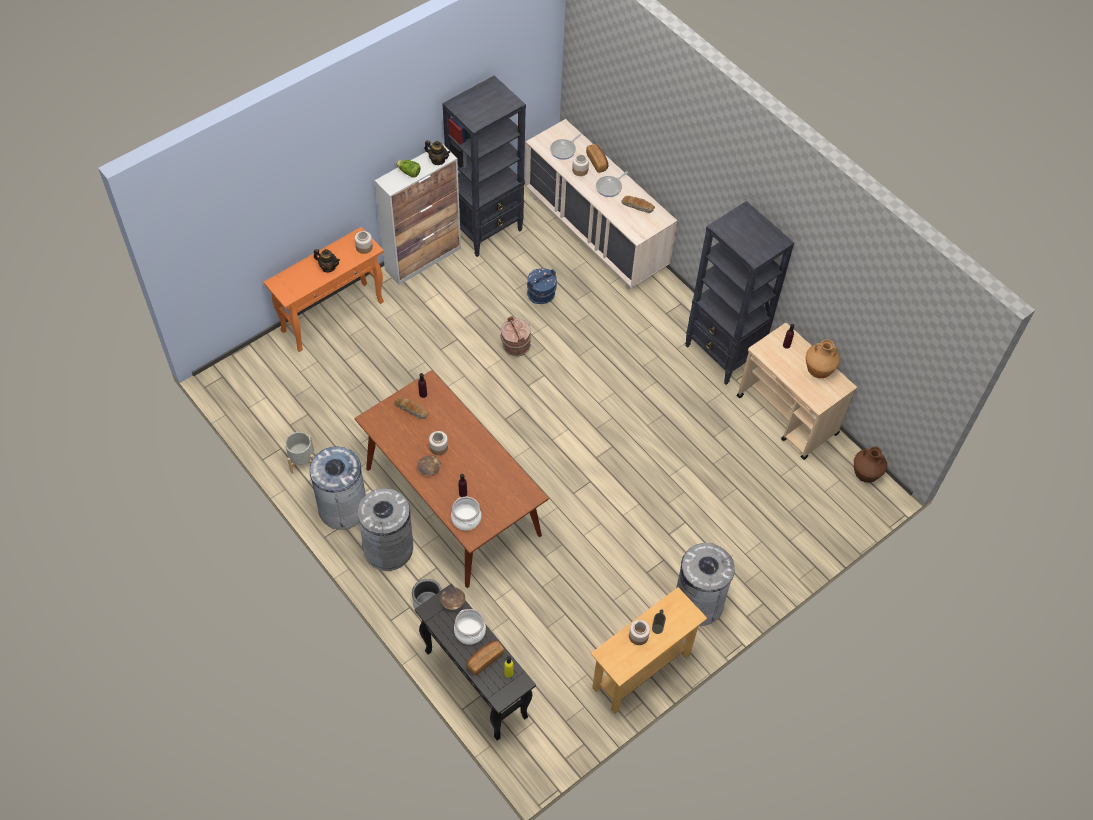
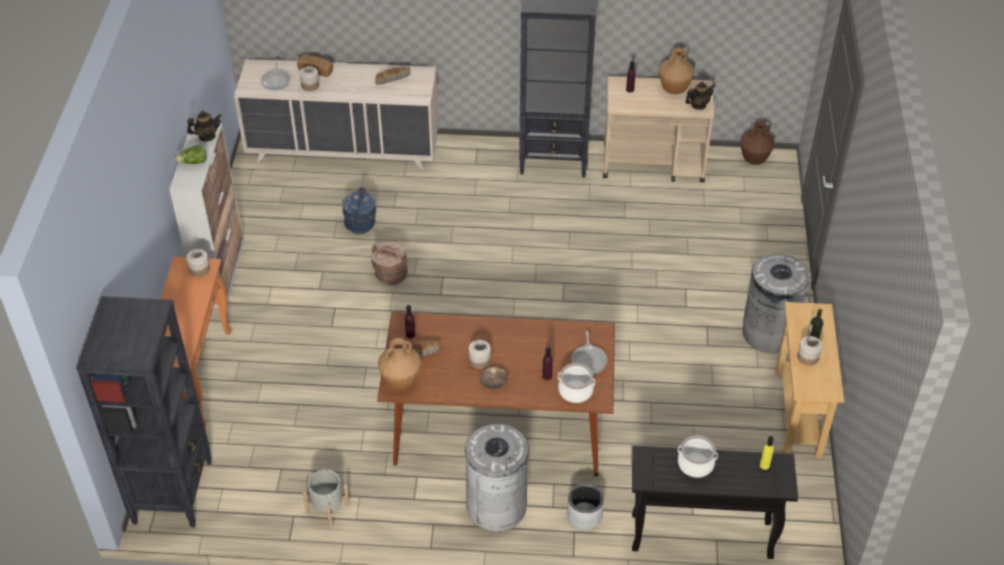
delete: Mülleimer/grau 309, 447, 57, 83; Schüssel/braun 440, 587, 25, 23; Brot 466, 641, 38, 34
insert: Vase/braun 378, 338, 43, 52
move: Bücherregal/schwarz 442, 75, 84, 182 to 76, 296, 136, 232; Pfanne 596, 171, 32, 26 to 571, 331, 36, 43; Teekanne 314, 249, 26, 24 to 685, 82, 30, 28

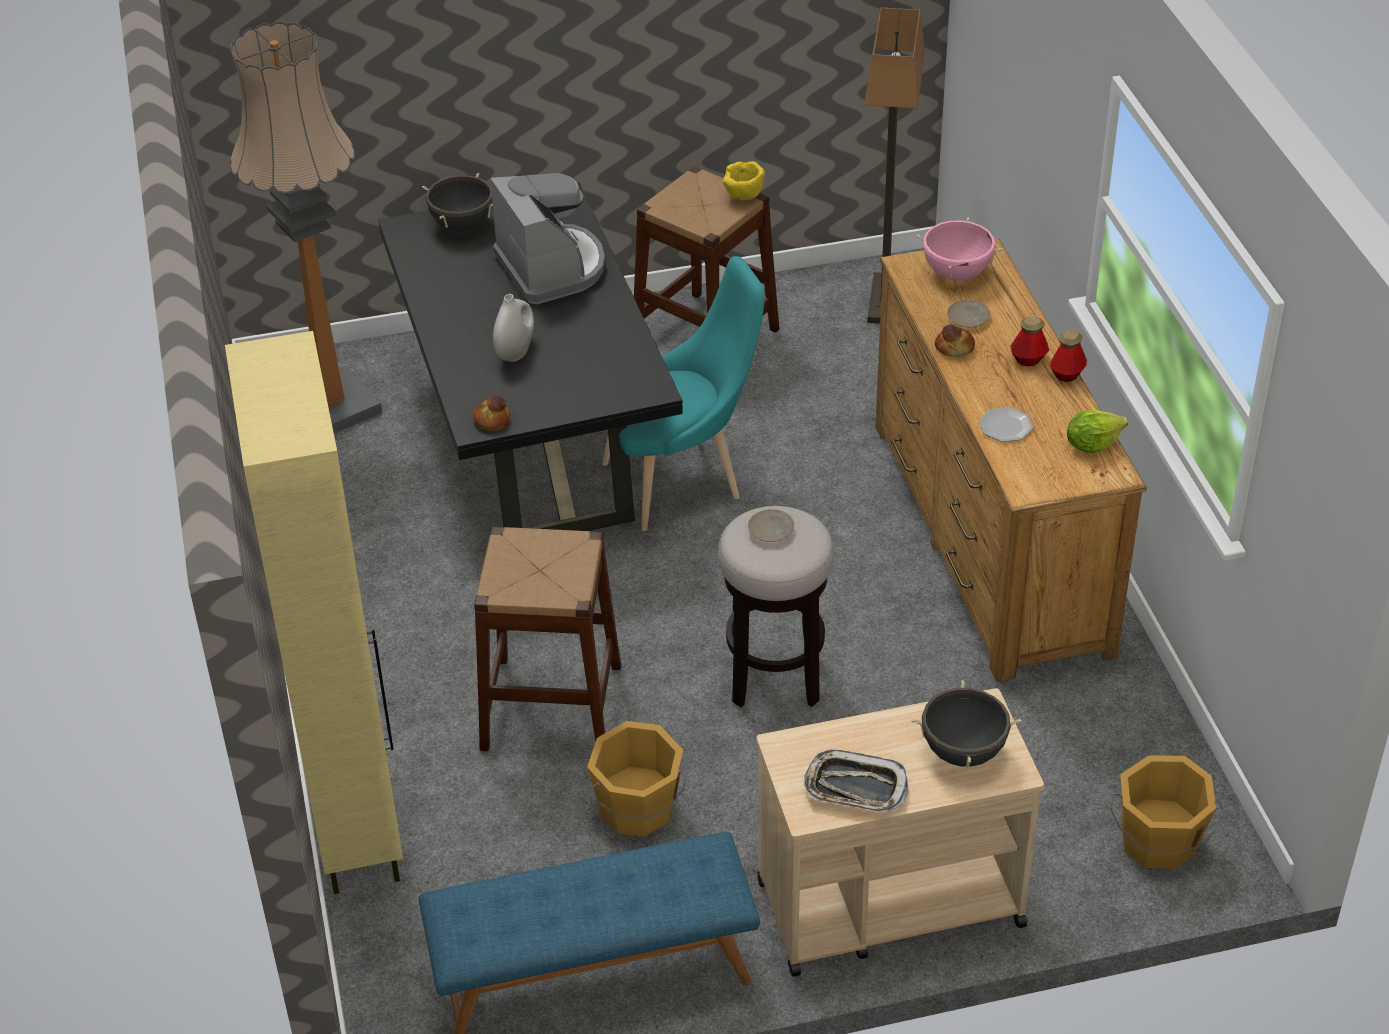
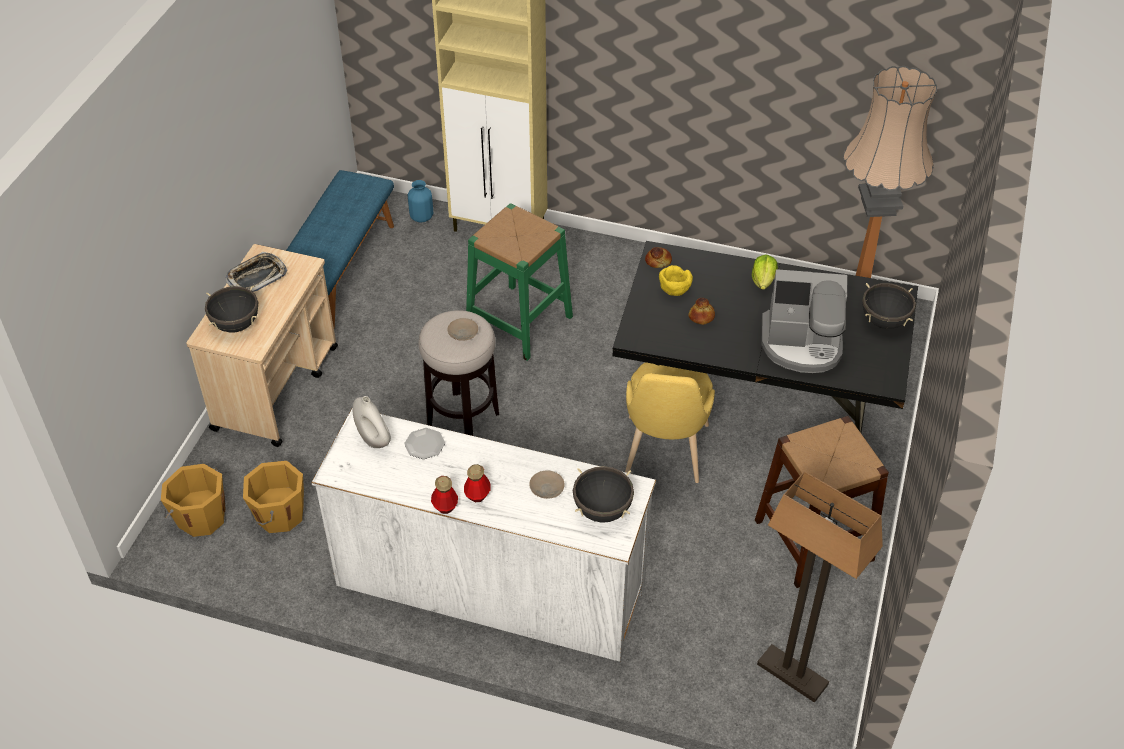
insert: Vase/blau 408, 180, 25, 43
move: Schüssel/gelb 723, 161, 42, 39 to 659, 265, 34, 31; Vase/weiß 493, 294, 41, 68 to 353, 396, 38, 52; Brot 935, 325, 40, 32 to 688, 298, 27, 27; Salatkopf 1067, 410, 61, 43 to 752, 254, 26, 36; Eimer/orange 587, 721, 100, 116 to 243, 461, 61, 72
recolor: Kochtopf/rosa 915, 217, 88, 64 to Kochtopf/schwarz 573, 466, 61, 57; Kommode/braun 875, 238, 272, 444 to Kommode/weiß 311, 407, 345, 255; Stuhl/türkis 602, 256, 163, 275 to Stuhl/gelb 625, 362, 90, 121; Hocker/braun 474, 527, 147, 224 to Hocker/grün 466, 203, 107, 158

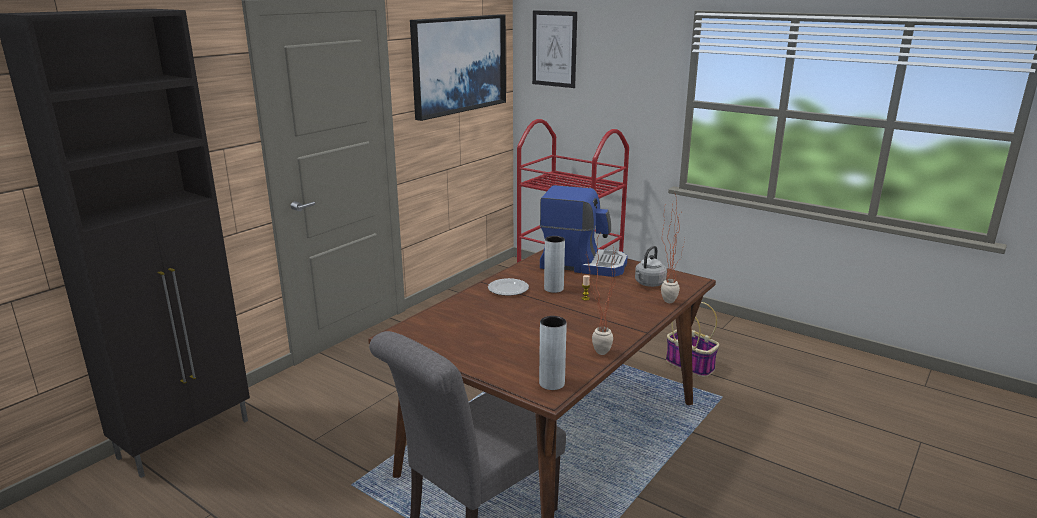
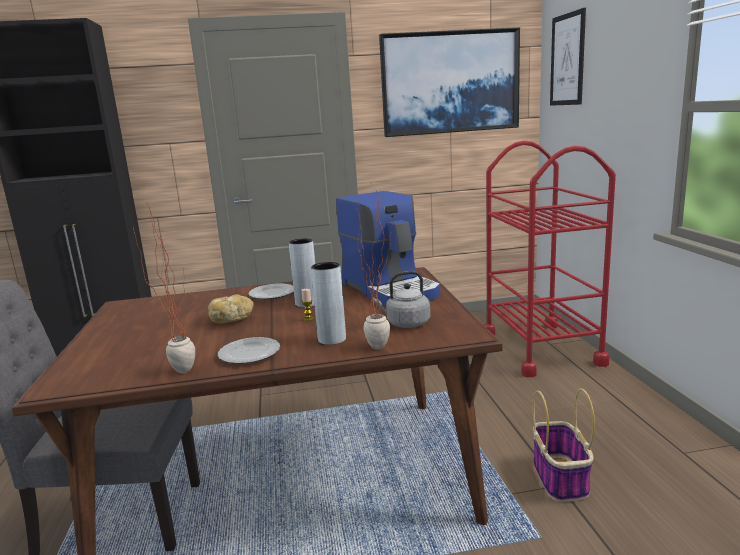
insert: Brot 208, 295, 46, 28; Teller 218, 337, 62, 27
move: Vase/grau 539, 316, 28, 74 to 311, 262, 35, 83

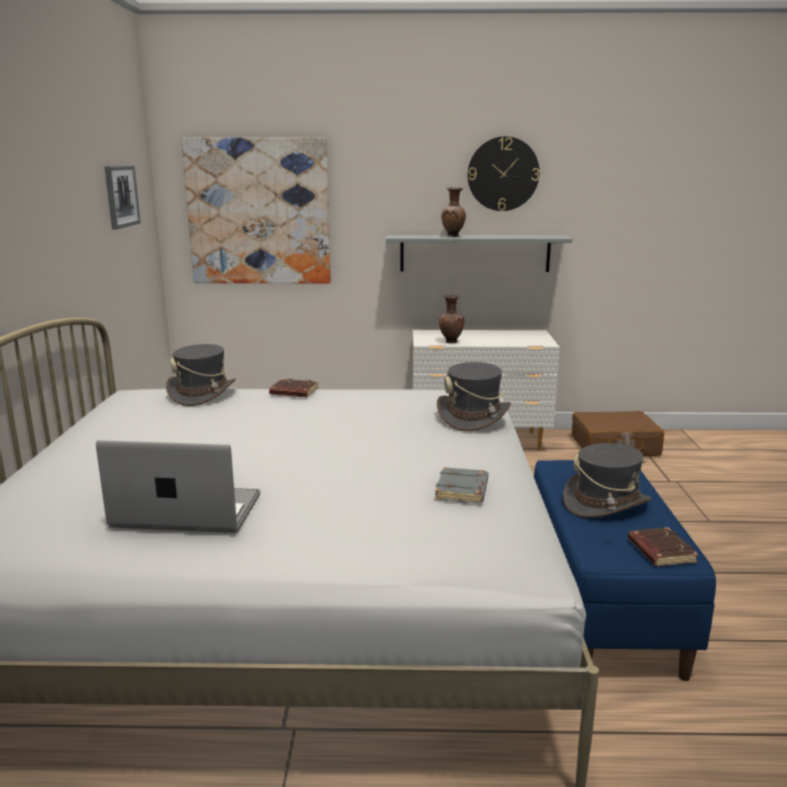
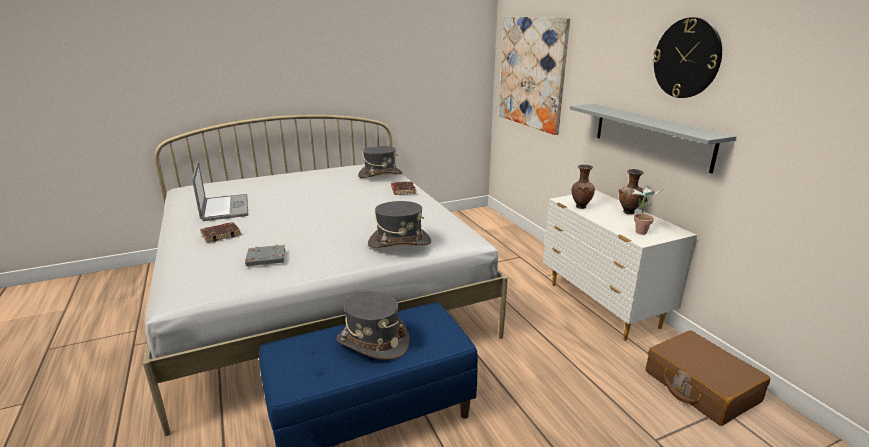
delete: Bild 105, 165, 36, 64
insert: Topfpflanze 632, 185, 31, 50
move: Vase/braun 441, 187, 25, 50 to 619, 169, 25, 45; Buch/braun 628, 527, 70, 39 to 200, 222, 41, 21

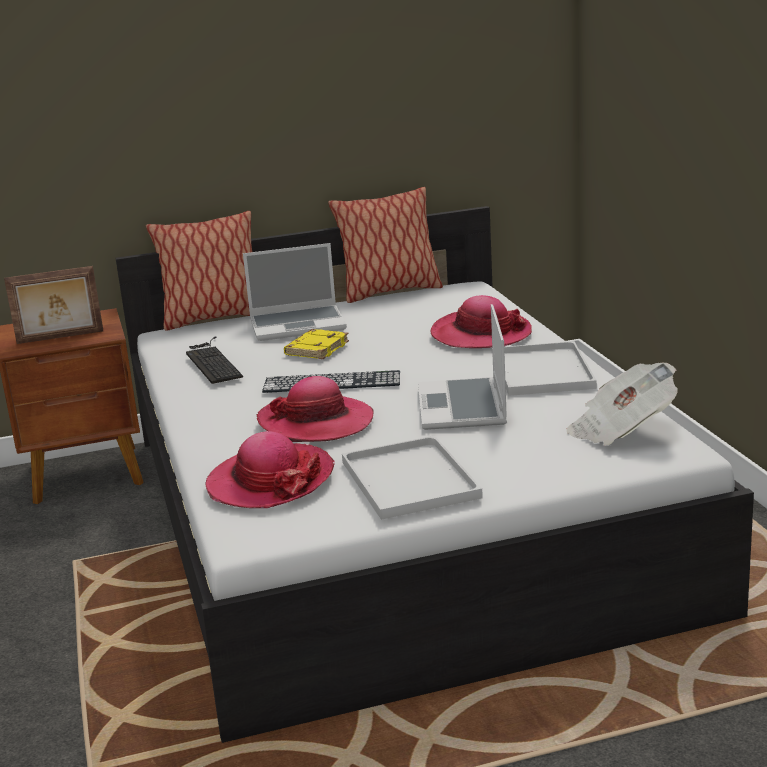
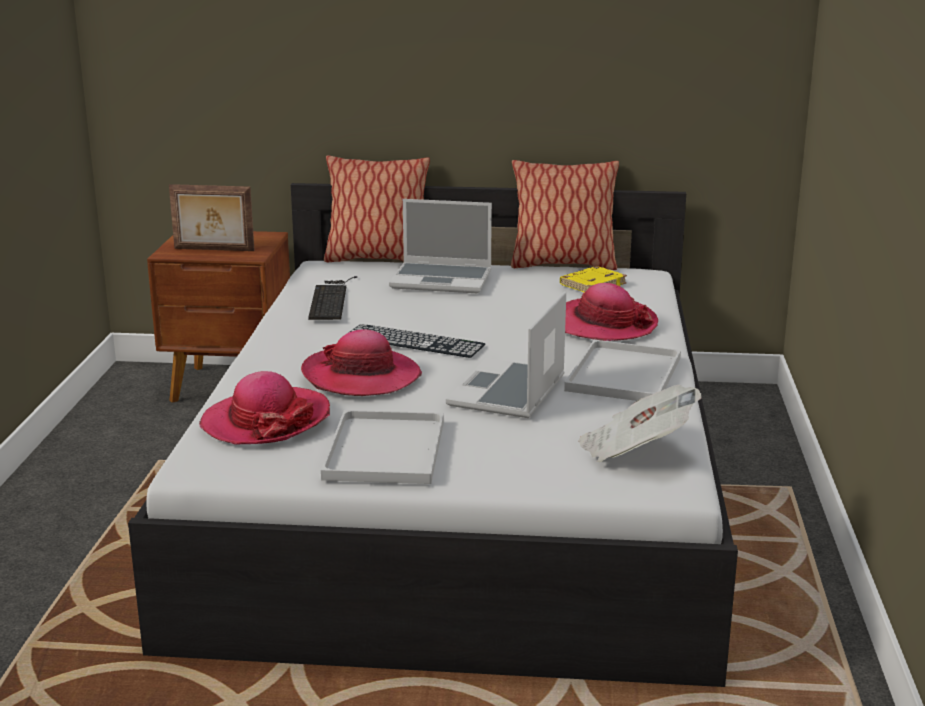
move: Buch/gelb 284, 329, 65, 30 to 560, 266, 67, 27

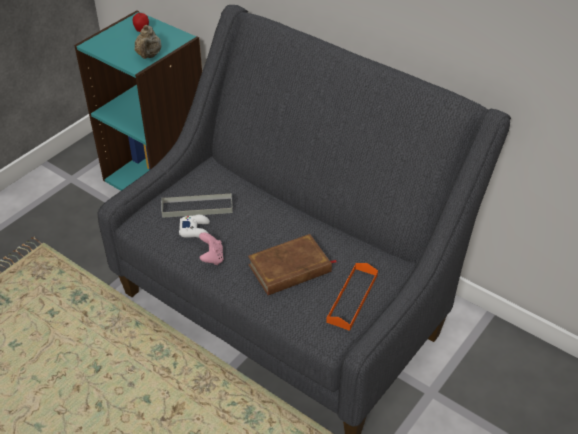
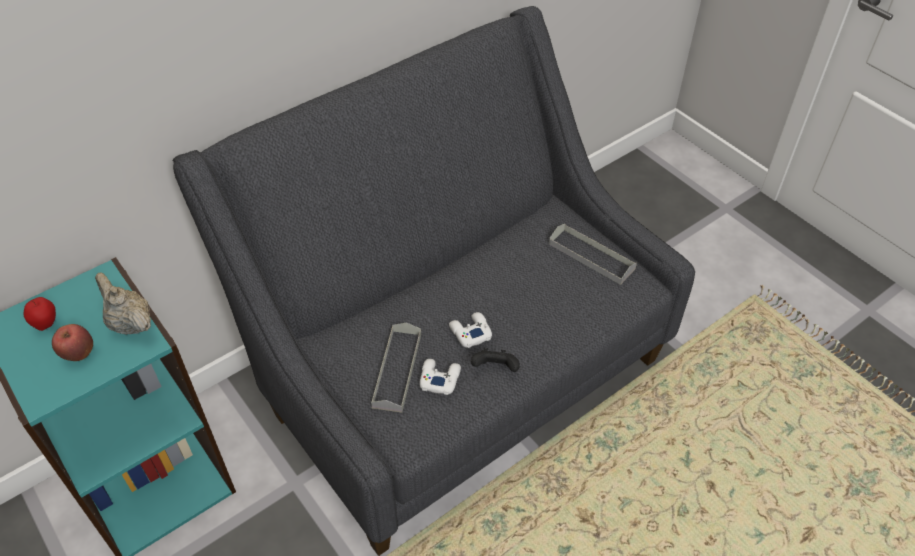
delete: Buch/braun 248, 234, 88, 61
insert: Gamepad/weiß 449, 312, 43, 36; Apfel 52, 324, 41, 37
recolor: Gamepad/rosa 199, 232, 25, 33 to Gamepad/schwarz 471, 348, 49, 24; Tablett/orange 326, 263, 52, 68 to Tablett/grau 549, 224, 88, 61
rotate: Teekanne/beige 135, 25, 26, 34 = 95, 272, 56, 63 150 degrees counterclockwise

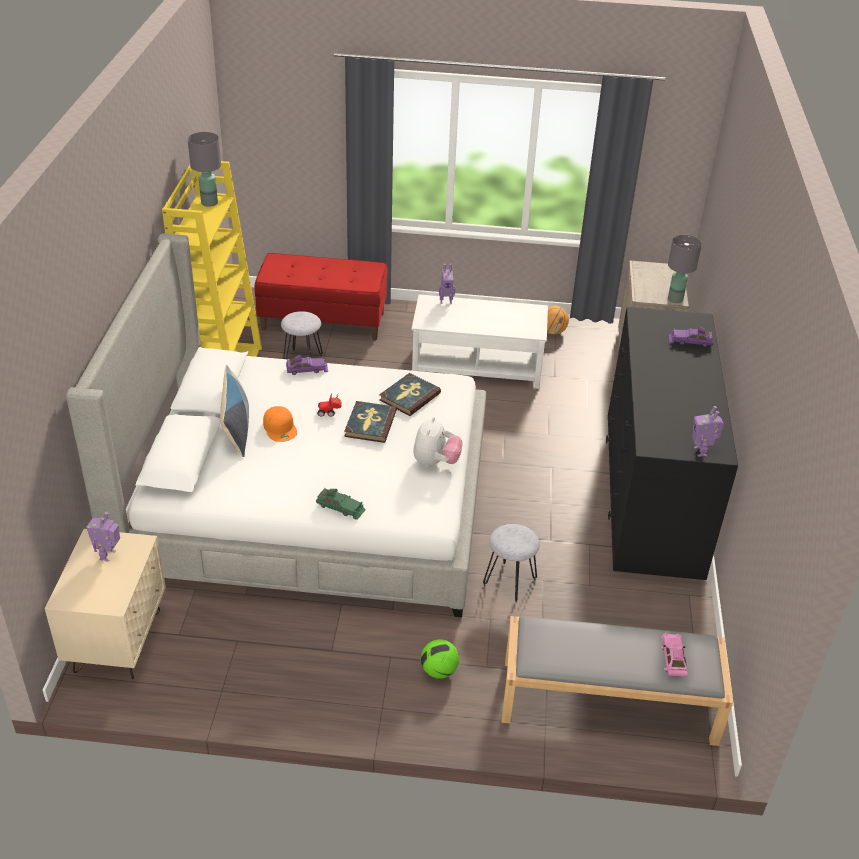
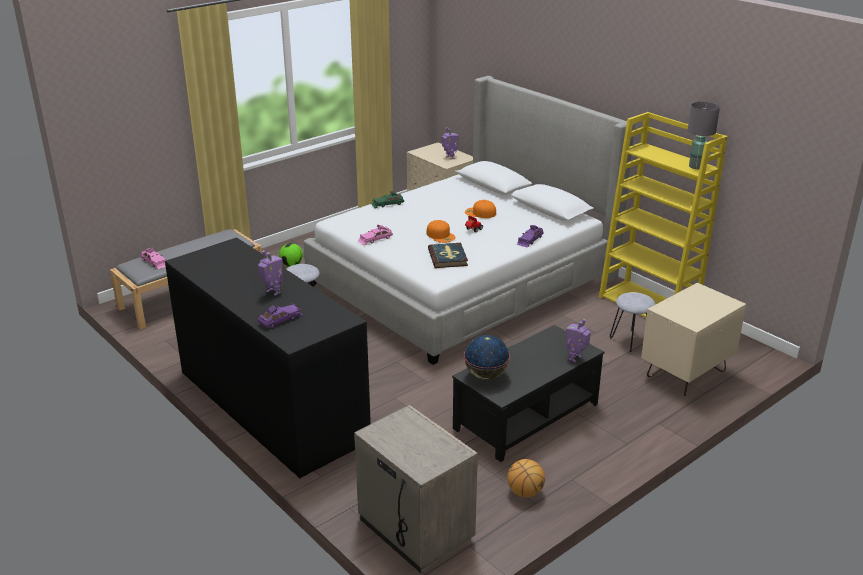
delete: Tischlampe/grau 668, 235, 34, 68; Kissen 220, 365, 29, 92
insert: Globus 464, 335, 46, 45
move: Spielzeugroboter 692, 406, 32, 51 to 258, 250, 25, 46
replace: Bank/rot 254, 253, 133, 87 to Nachttisch/beige 641, 283, 105, 113; Buch 344, 401, 53, 42 to Kappe/orange 426, 220, 30, 23; Plüschtier 413, 417, 50, 50 to Spielzeugauto/rosa 358, 225, 35, 20
recolor: Couchtisch/weiß 412, 294, 136, 95 to Couchtisch/schwarz 452, 325, 152, 137

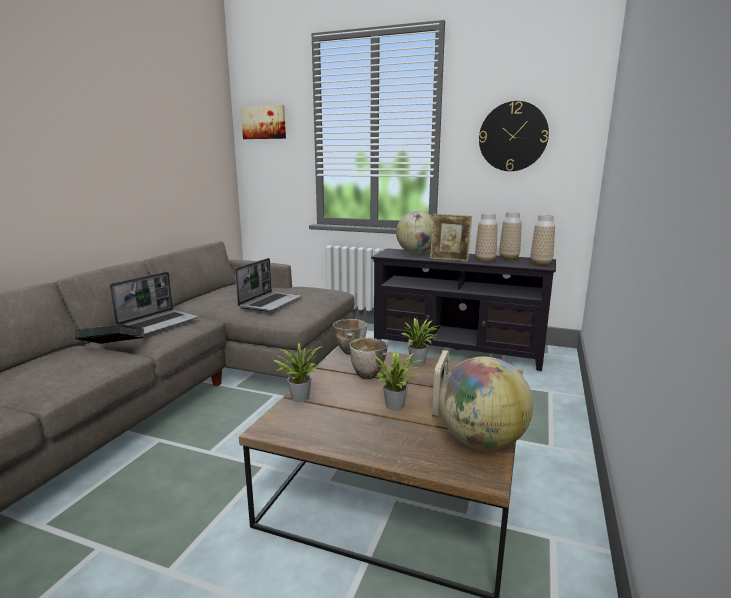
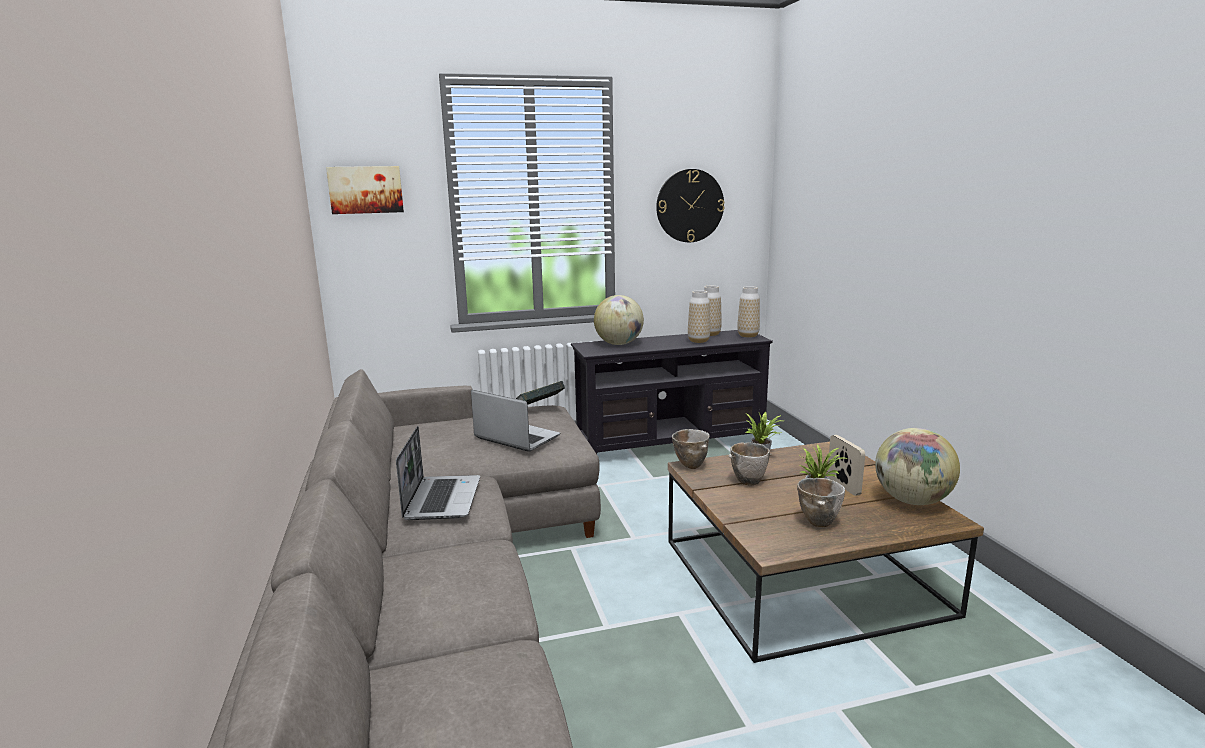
delete: Bilderrahmen 430, 214, 42, 48; Topfpflanze 274, 343, 49, 59
insert: Schüssel 797, 478, 48, 49
move: Buch 74, 324, 70, 20 to 516, 381, 49, 23
rotate: Laptop 235, 258, 66, 54 = 471, 390, 89, 62 45 degrees counterclockwise

